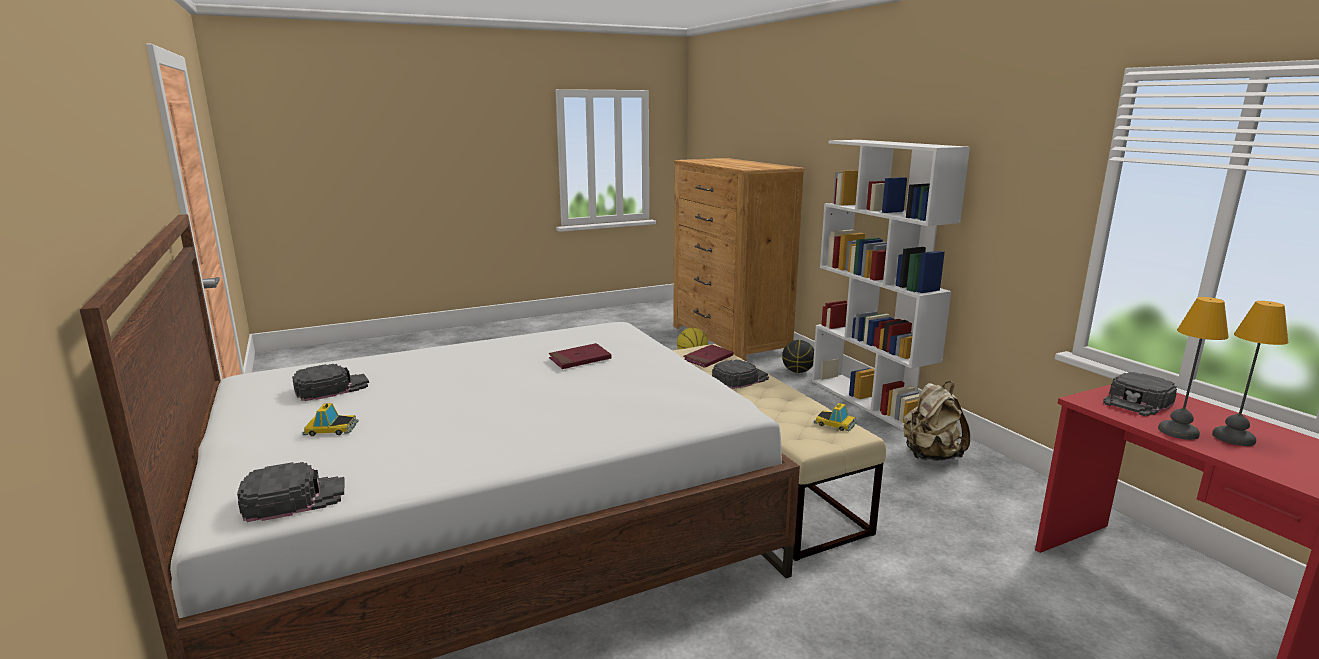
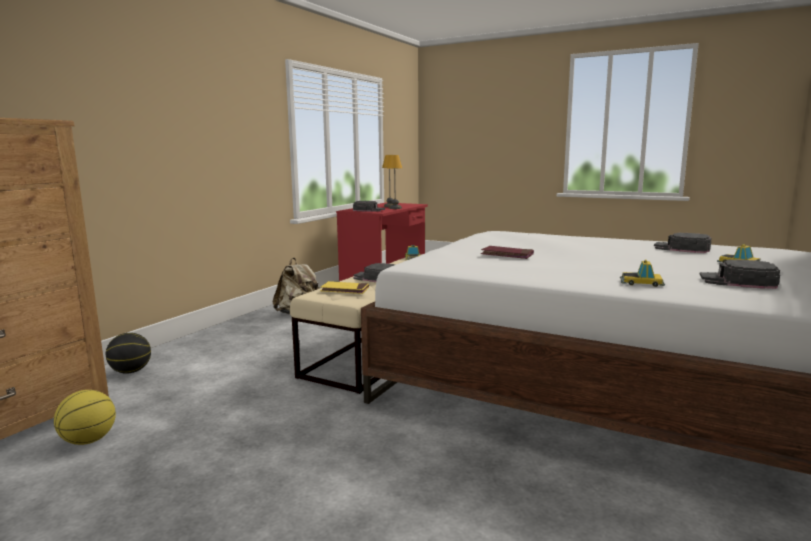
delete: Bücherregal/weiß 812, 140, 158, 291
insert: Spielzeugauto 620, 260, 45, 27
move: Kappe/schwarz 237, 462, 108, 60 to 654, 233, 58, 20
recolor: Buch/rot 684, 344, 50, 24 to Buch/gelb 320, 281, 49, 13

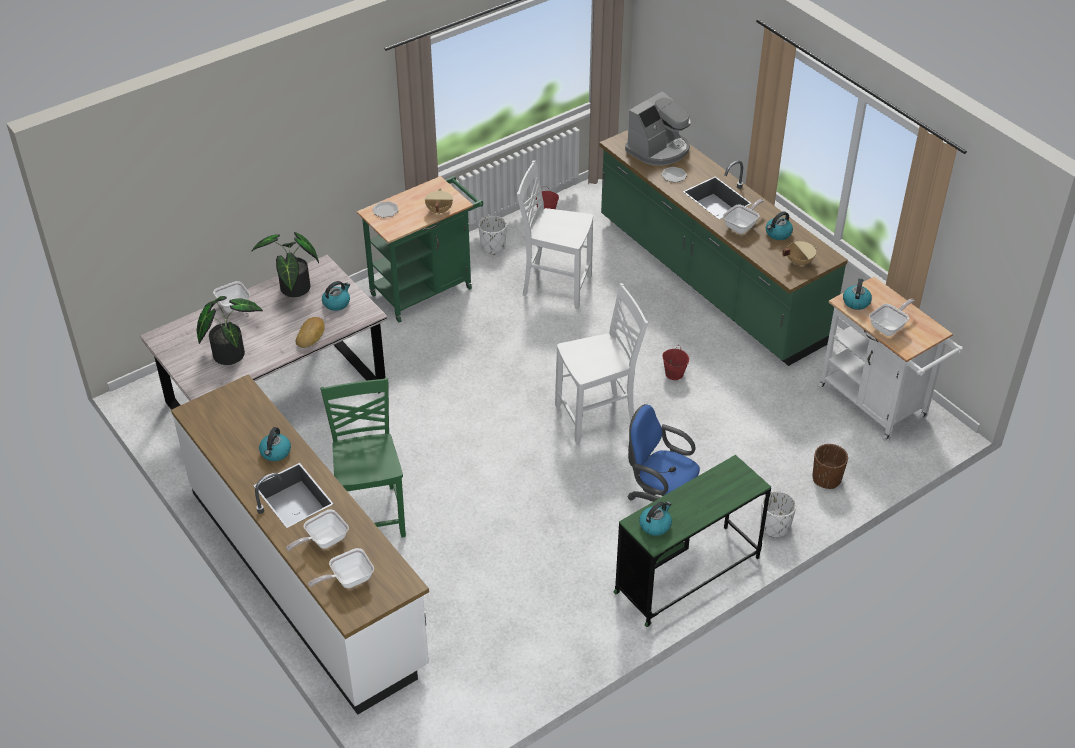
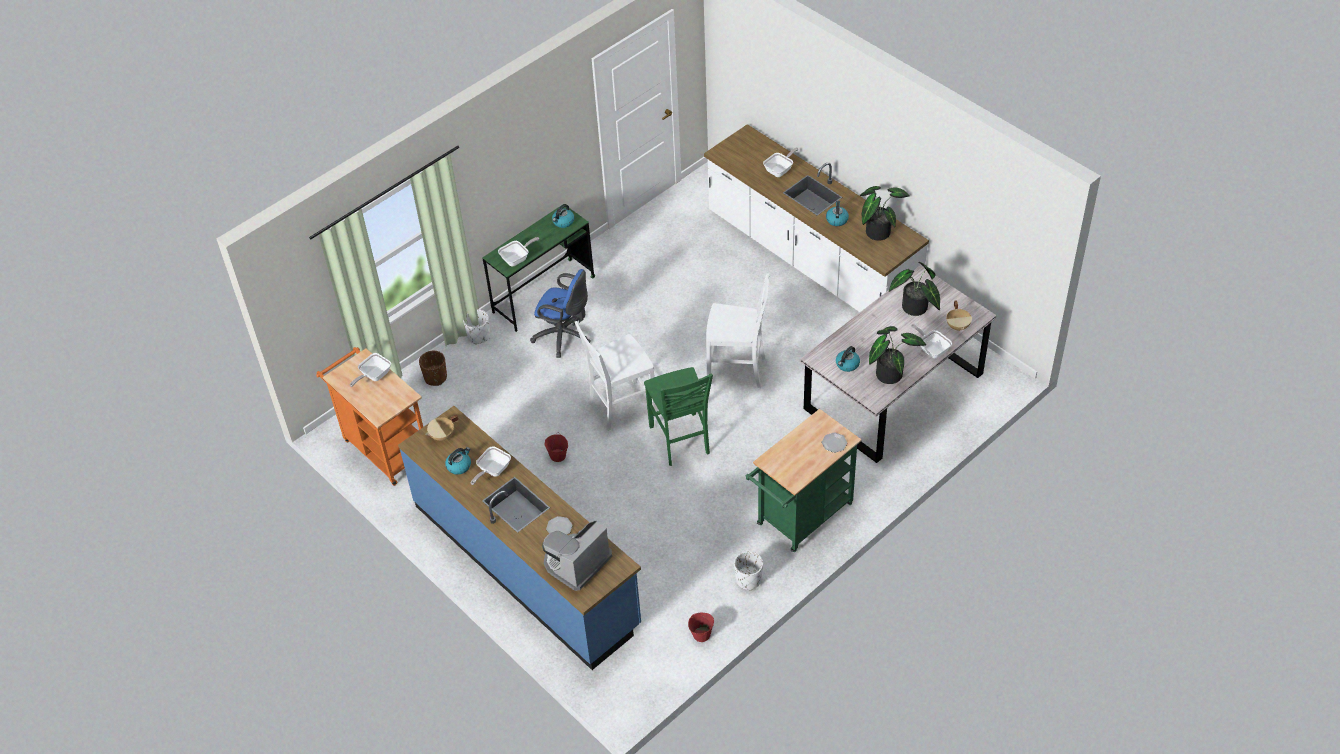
delete: Wasserkessel 843, 278, 29, 32; Brot 296, 317, 29, 31
insert: Topfpflanze 860, 186, 50, 55
move: Stuhl/weiß 517, 160, 76, 149 to 706, 273, 63, 115; Kochtopf/beige 425, 189, 28, 26 to 946, 300, 26, 31; Stuhl/grün 320, 378, 86, 159 to 644, 367, 69, 99; Pfanne 308, 548, 66, 40 to 498, 237, 41, 29
recolor: Küchenzeile/grün 599, 130, 249, 236 to Küchenzeile/blau 398, 406, 243, 264; Rollwagen/weiß 818, 277, 145, 164 to Rollwagen/orange 316, 347, 107, 139

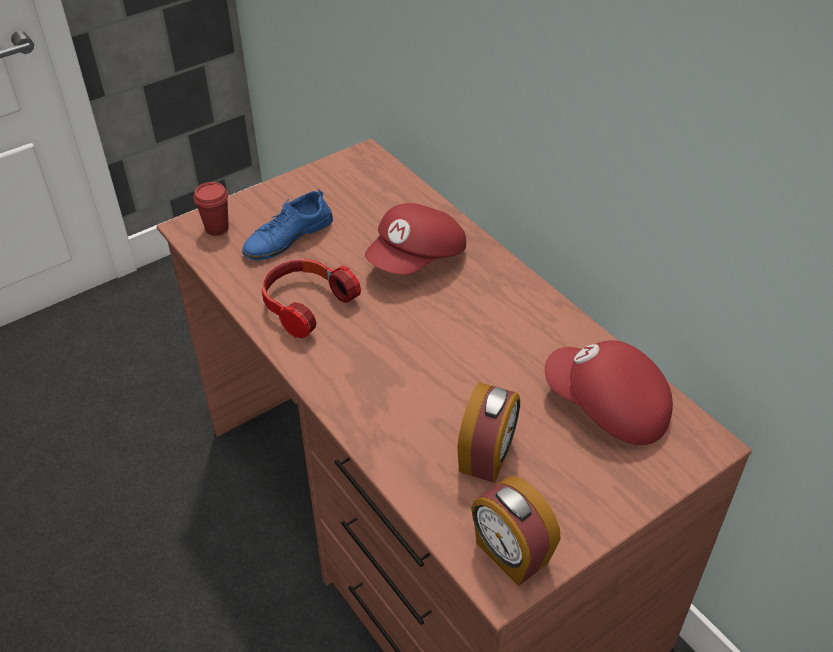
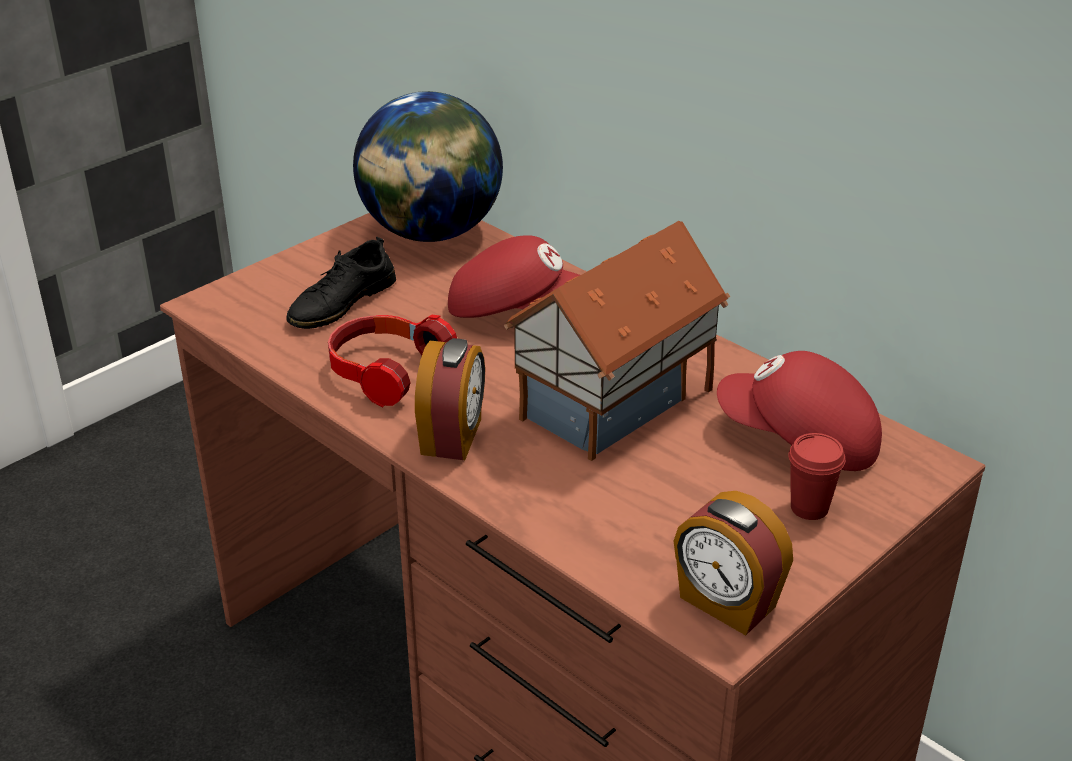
insert: Globus 353, 91, 150, 151; Spielzeughaus 504, 221, 226, 240
move: Tasse/rot 194, 182, 35, 54 to 788, 433, 57, 87; Wecker 457, 382, 63, 101 to 415, 338, 70, 122
recolor: Schuh/blau 242, 189, 91, 71 to Schuh/schwarz 287, 237, 109, 92
rotate: Kappe/rot 365, 203, 101, 72 = 448, 235, 132, 83 105 degrees counterclockwise

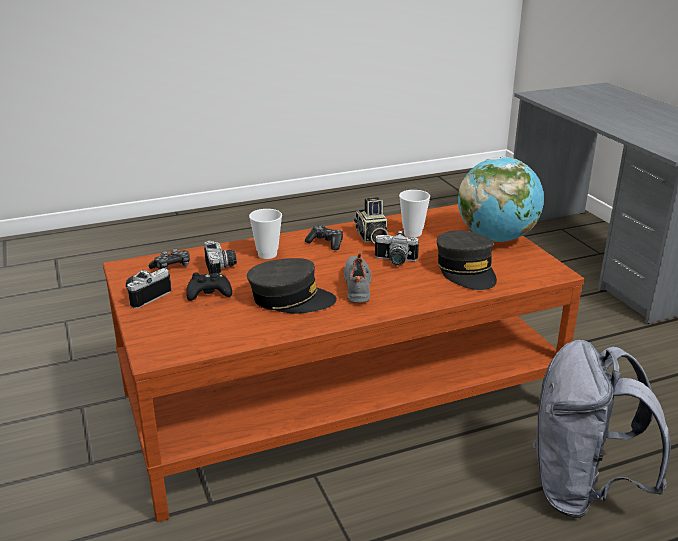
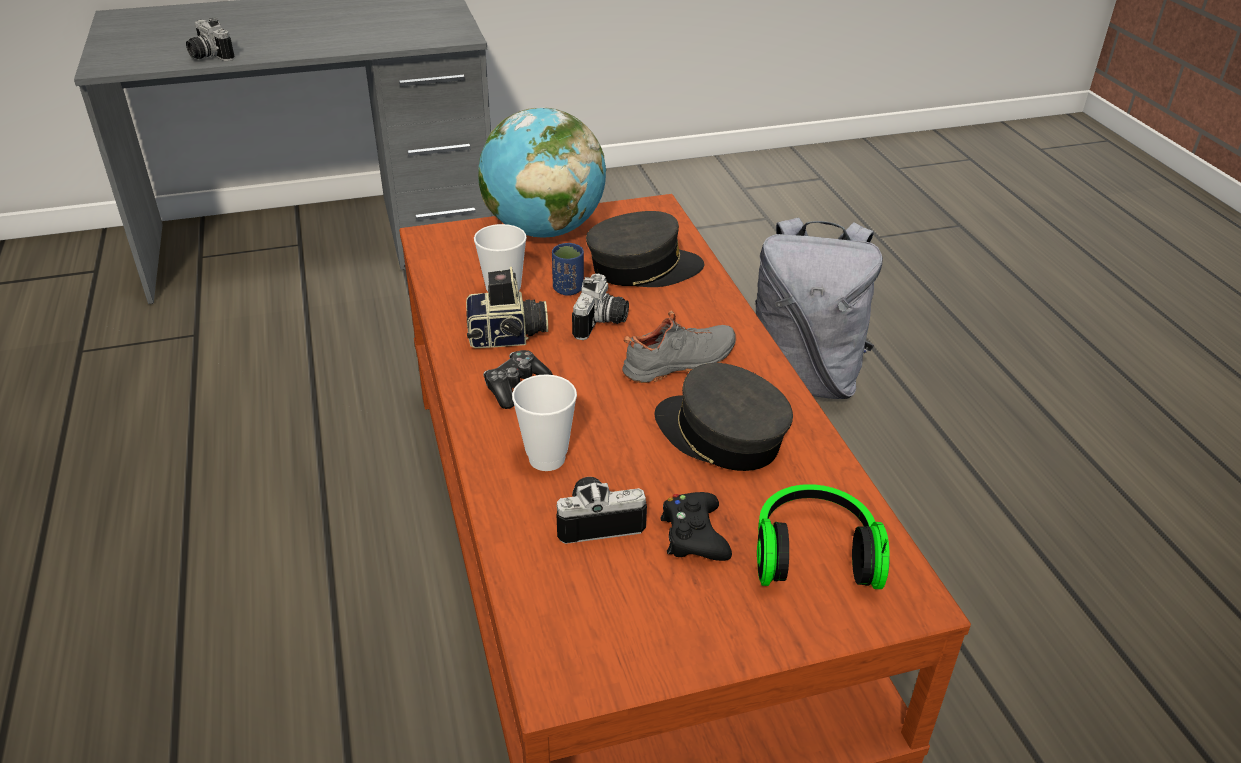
delete: Gamepad 149, 249, 41, 20
insert: Tasse/blau 552, 243, 32, 53; Kopfhörer 757, 484, 133, 105
move: Kamera 126, 268, 45, 41 to 186, 17, 49, 44
rotate: Schuh/grau 344, 252, 28, 51 = 622, 310, 115, 73 150 degrees clockwise; Kappe/grau 247, 258, 90, 56 = 655, 363, 138, 108 60 degrees counterclockwise

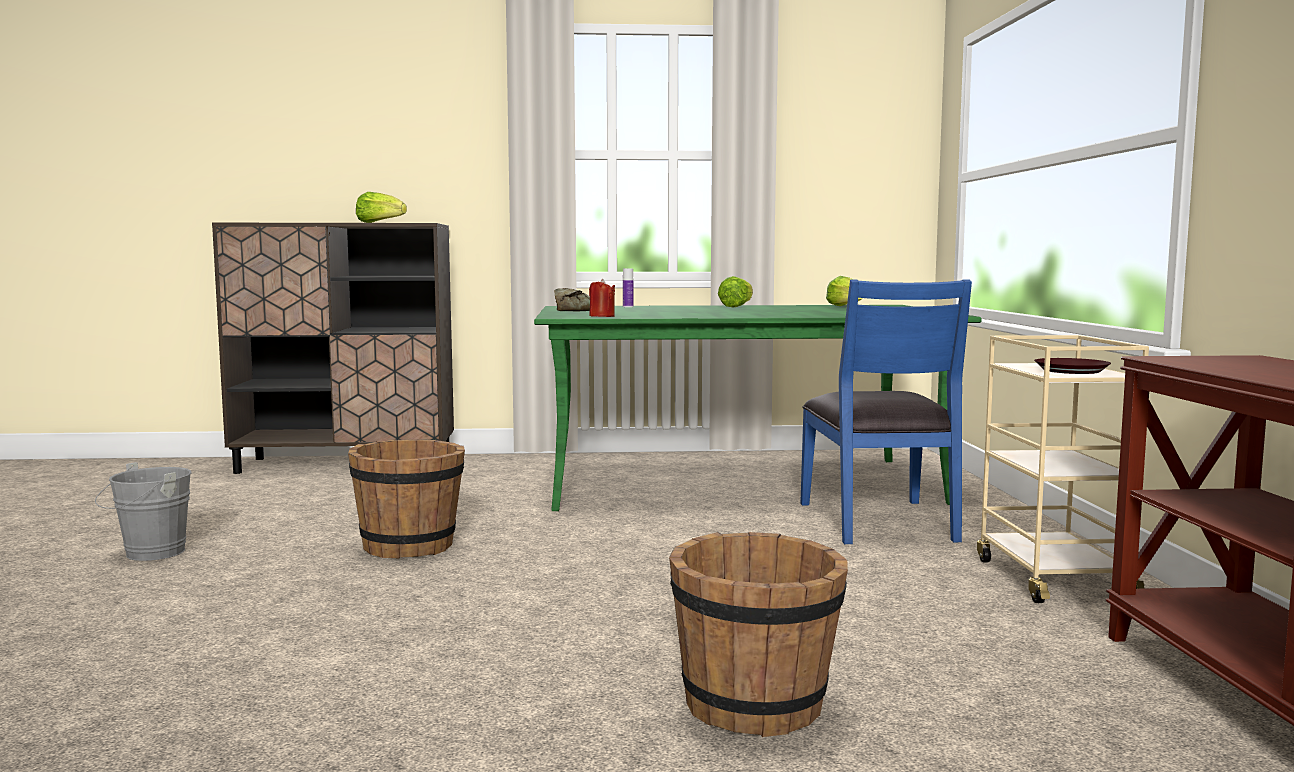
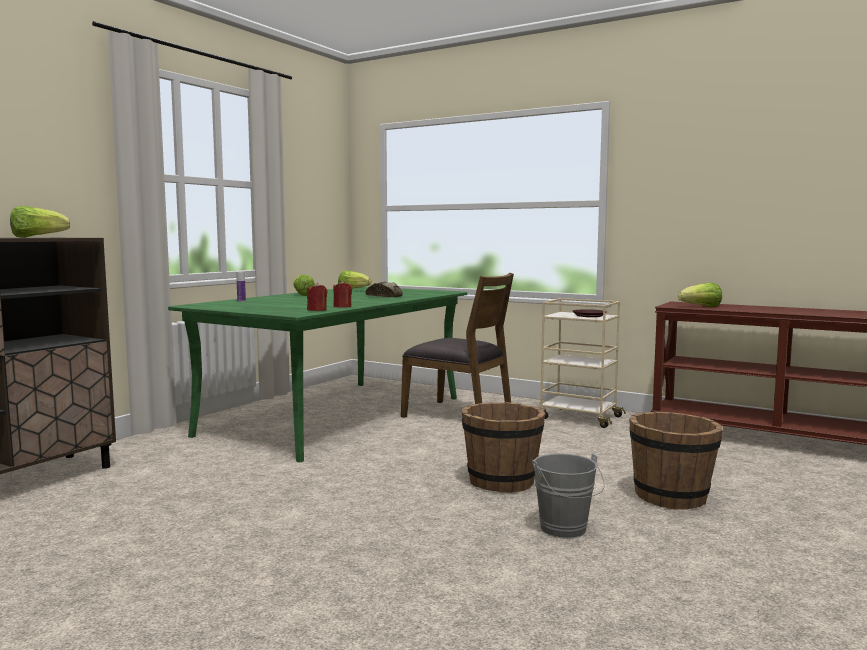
insert: Kerze/rot 333, 281, 19, 27; Salatkopf 678, 282, 44, 25
move: Brot 554, 288, 36, 23 to 365, 282, 38, 15; Eimer/braun 348, 439, 117, 119 to 462, 402, 83, 90; Eimer/grau 95, 462, 96, 99 to 532, 453, 73, 86
recolor: Stuhl/blau 800, 279, 172, 265 to Stuhl/braun 401, 273, 113, 145

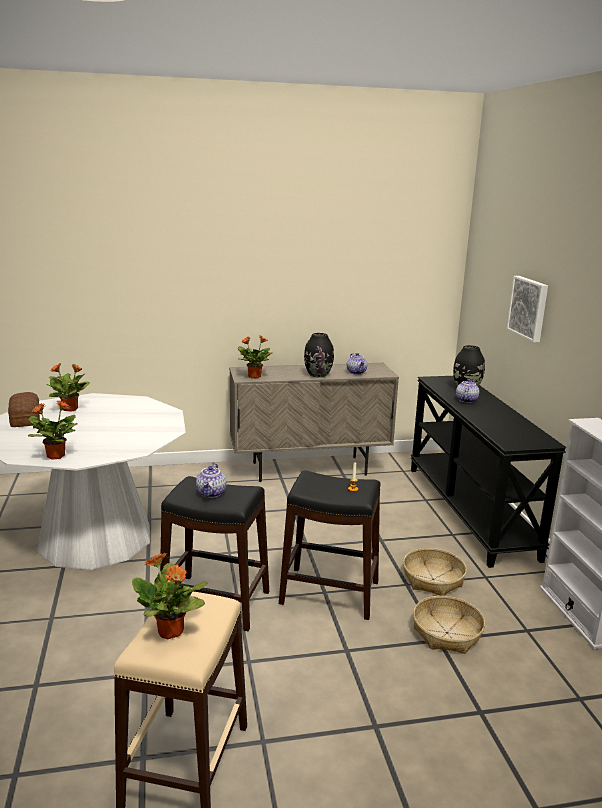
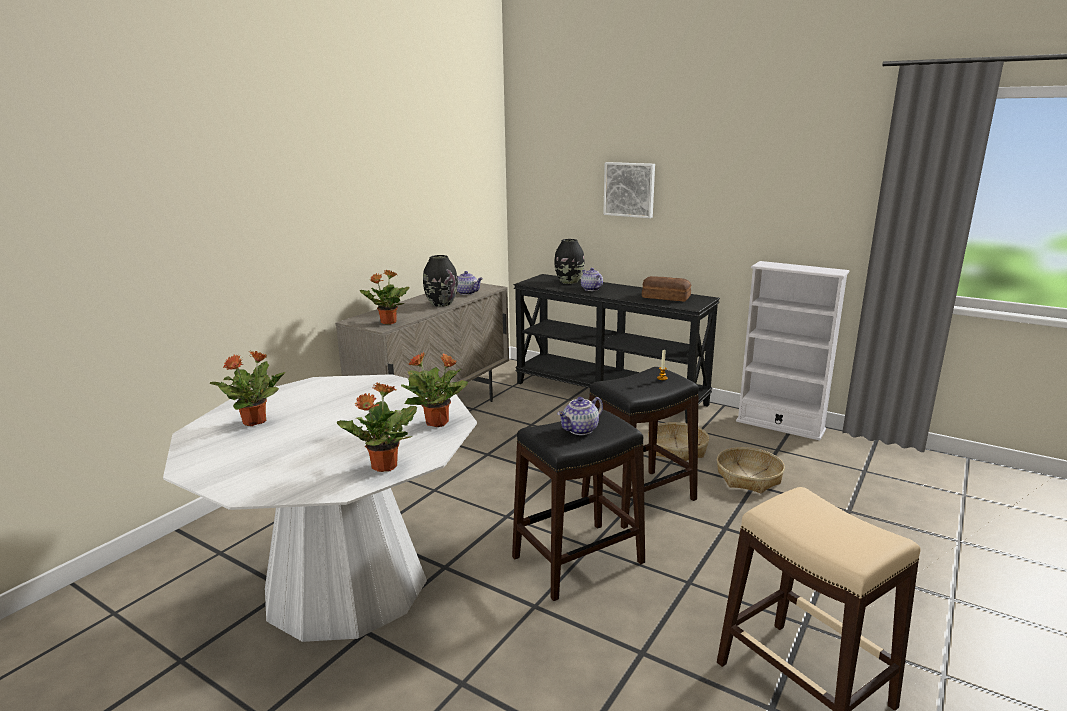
move: Brot 8, 392, 32, 35 to 642, 276, 49, 25; Topfpflanze 132, 553, 76, 86 to 401, 352, 67, 75
rotate: Teekanne 196, 463, 30, 35 = 557, 397, 46, 38 90 degrees clockwise

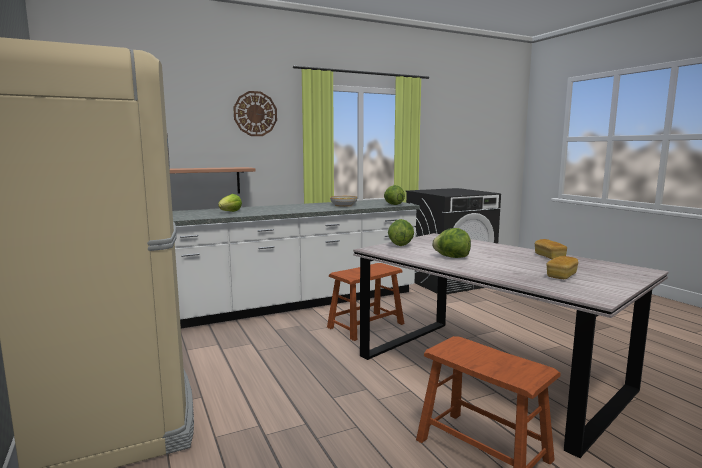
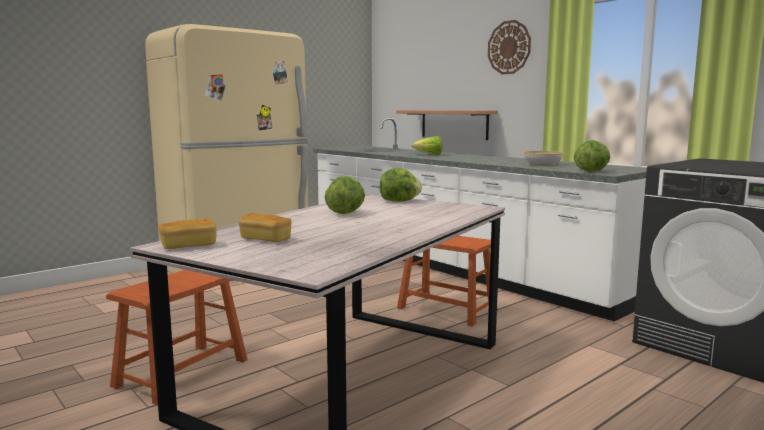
move: Brot 535, 239, 32, 20 to 159, 218, 58, 31

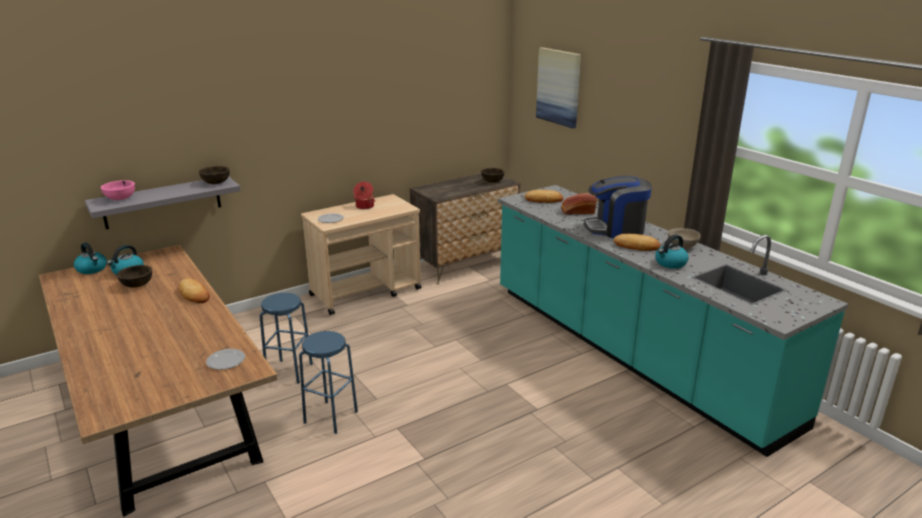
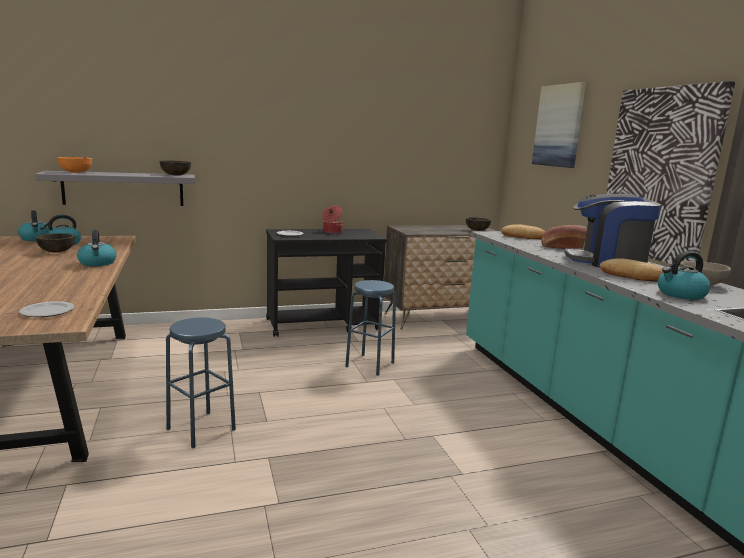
insert: Bild 606, 81, 129, 186
move: Hocker/blau 260, 293, 53, 91 to 345, 280, 51, 96
replace: Brot 179, 278, 31, 25 to Wasserkessel 77, 230, 40, 36
recolor: Schüssel/rosa 101, 180, 34, 20 to Schüssel/orange 57, 157, 35, 16; Rollwagen/beige 301, 194, 121, 121 to Rollwagen/schwarz 266, 229, 121, 108

